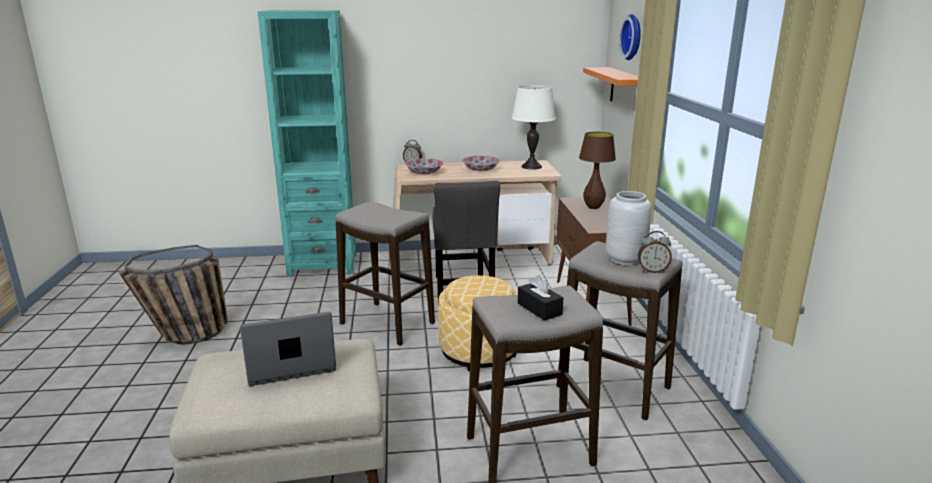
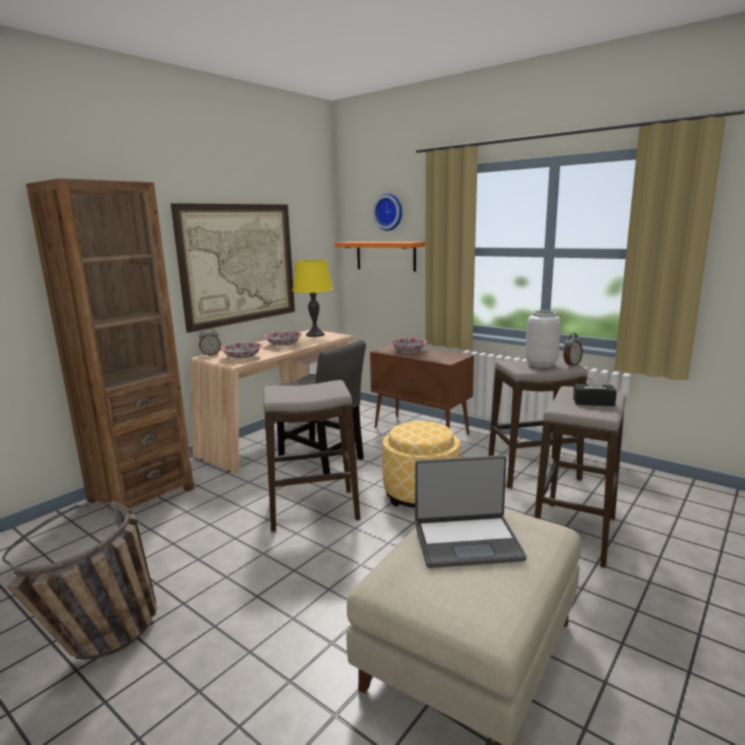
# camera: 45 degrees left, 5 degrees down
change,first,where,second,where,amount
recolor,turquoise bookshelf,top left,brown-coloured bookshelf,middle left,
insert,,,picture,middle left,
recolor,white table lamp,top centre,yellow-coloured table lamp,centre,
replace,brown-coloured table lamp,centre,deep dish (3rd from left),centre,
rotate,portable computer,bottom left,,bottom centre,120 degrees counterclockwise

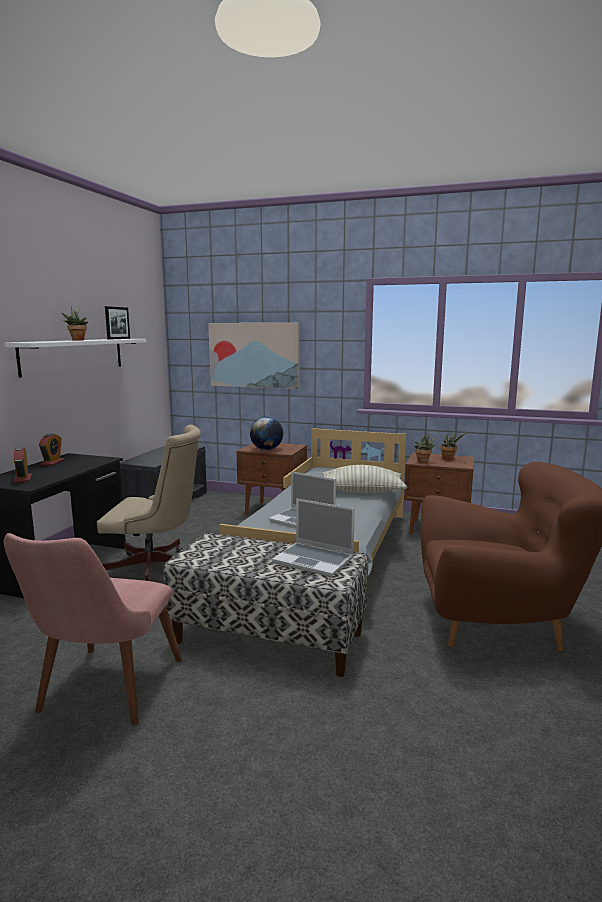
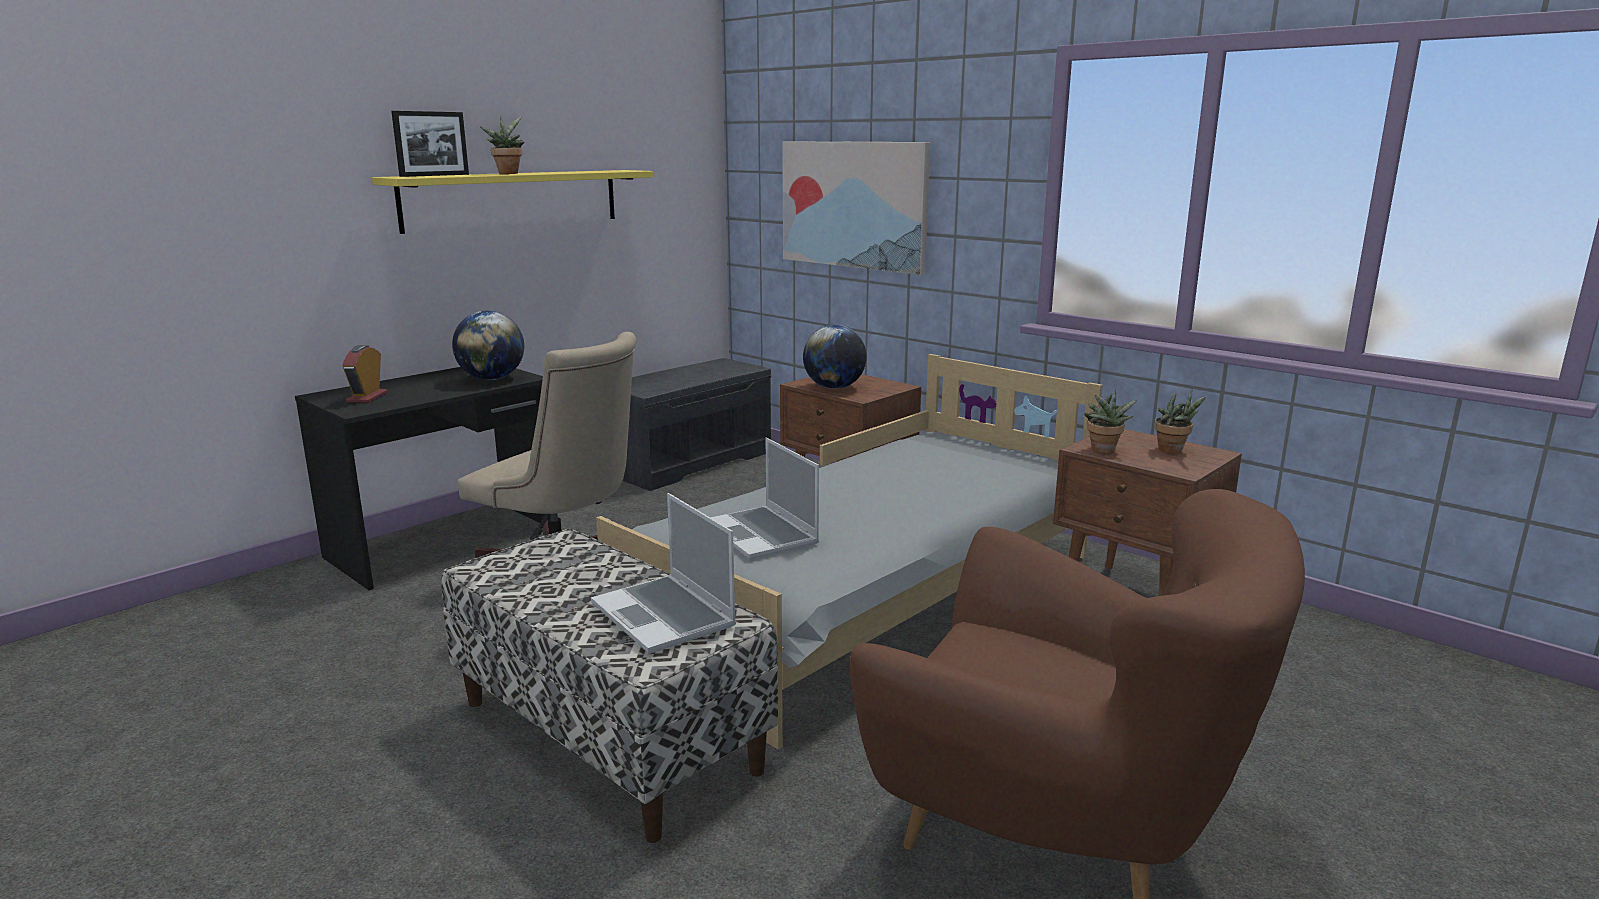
# camera: 25 degrees right, 5 degrees up
change,first,where,second,where,amount
recolor,white bracket shelf,middle left,yellow-coloured bracket shelf,top left,
move,picture frame,middle left,,top left,
insert,,,globe (1st from left),middle left,
delete,pink chair,bottom left,,,
delete,alarm clock (2nd from left),middle left,,,
delete,throw pillow,centre,,,

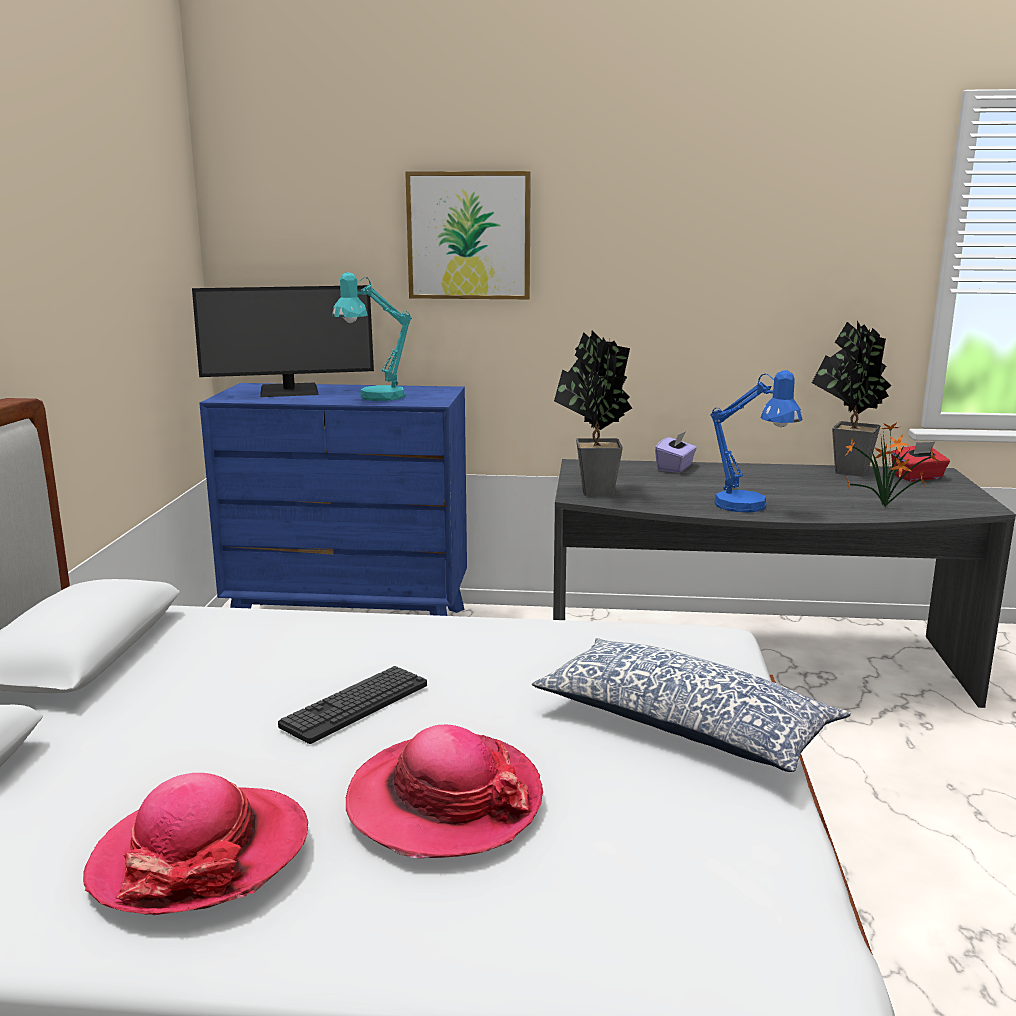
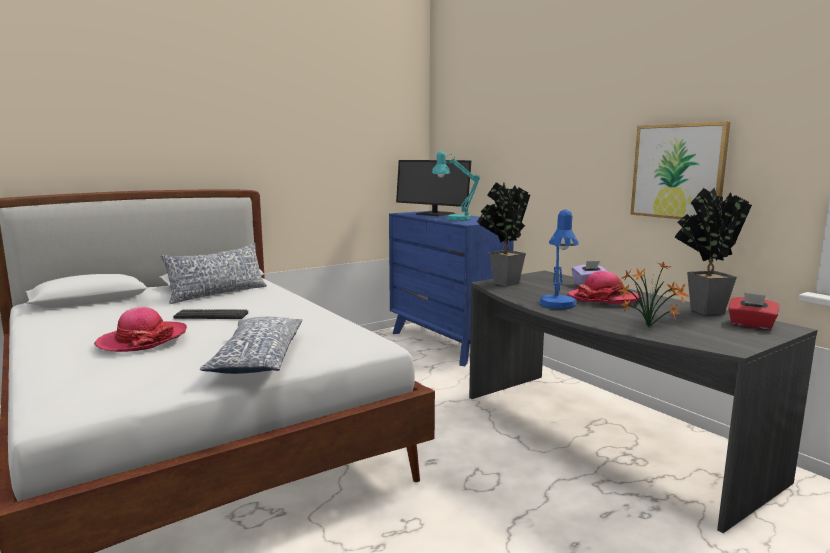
# camera: 50 degrees right, 5 degrees down
change,first,where,second,where,amount
insert,,,throw pillow (1st from left),middle left,
move,clothing hat (1st from left in the first image),bottom left,clothing hat (2nd from left),middle right,
move,picture,top centre,,top right,

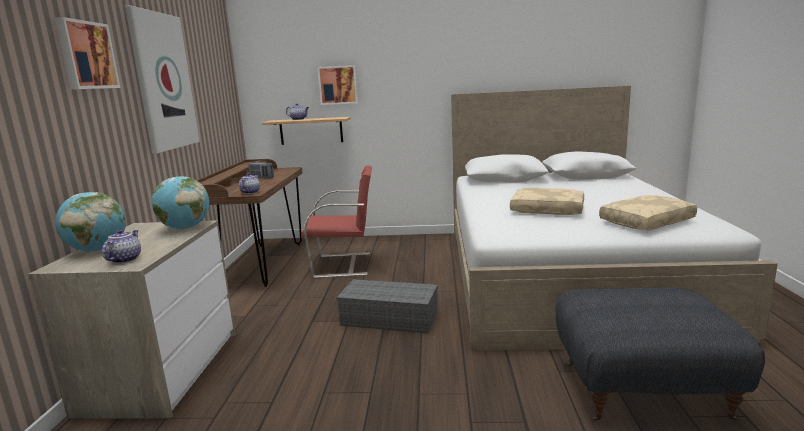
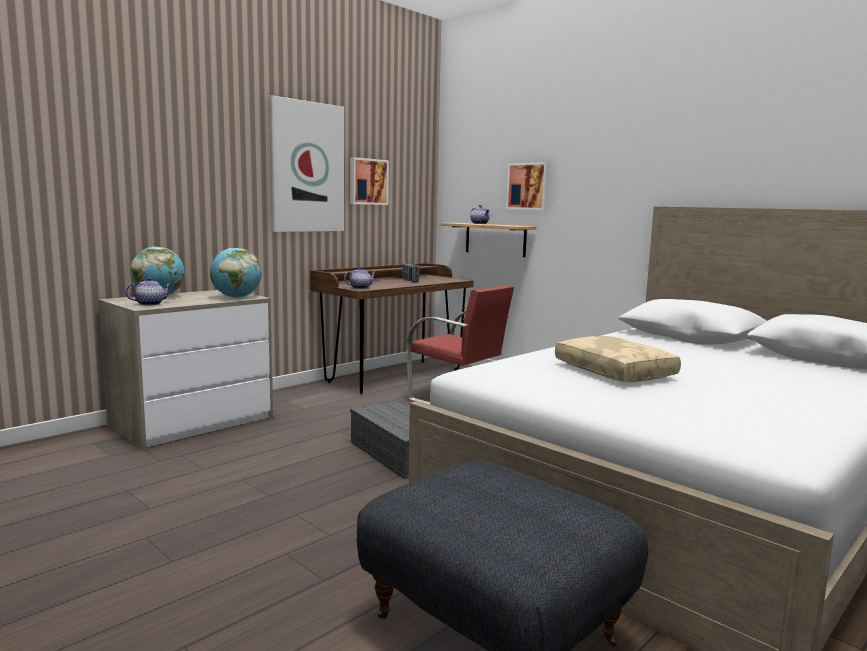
# camera: 40 degrees right, 5 degrees down
change,first,where,second,where,amount
move,picture (1st from left in the first image),top left,picture (2nd from left),top centre,
delete,beige-coloured throw pillow (2nd from left),middle right,,,

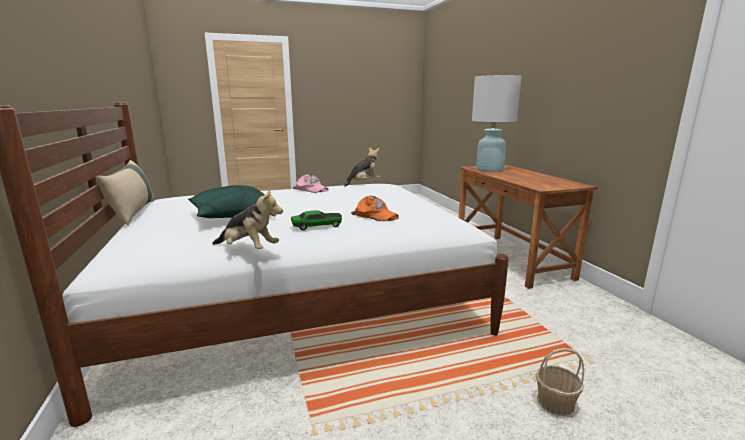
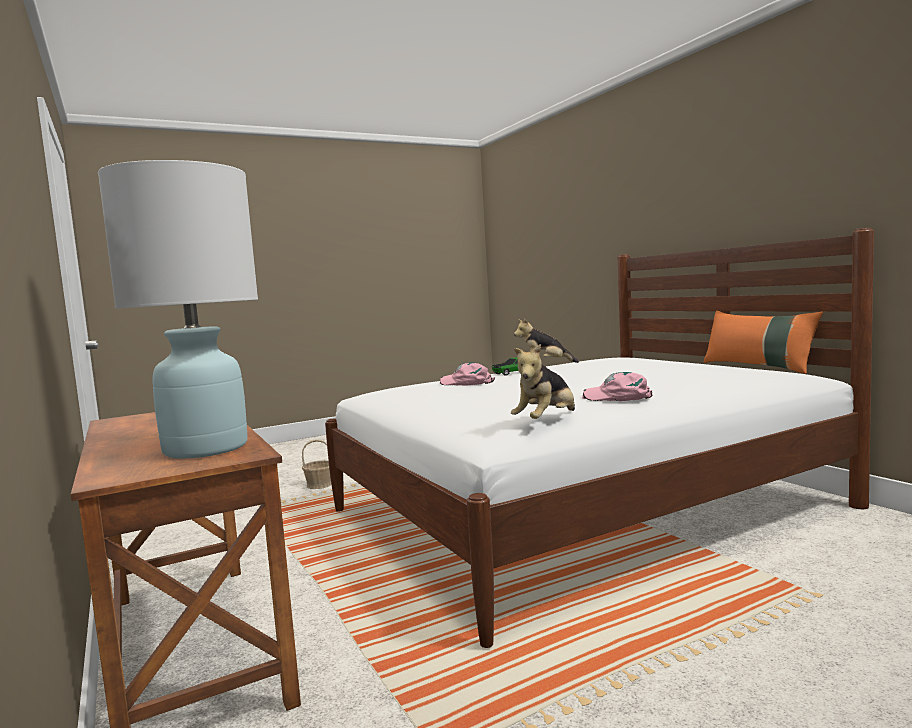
# camera: 170 degrees right, 10 degrees down
change,first,where,second,where,amount
recolor,orange cap,centre,pink cap (1st from left),centre,
recolor,beige-coloured throw pillow,middle left,orange throw pillow,middle right,
delete,green-coloured throw pillow,middle left,,,

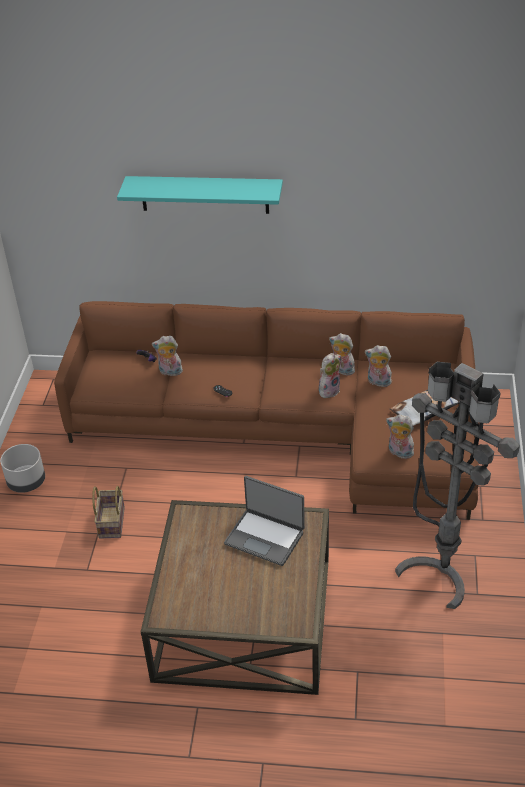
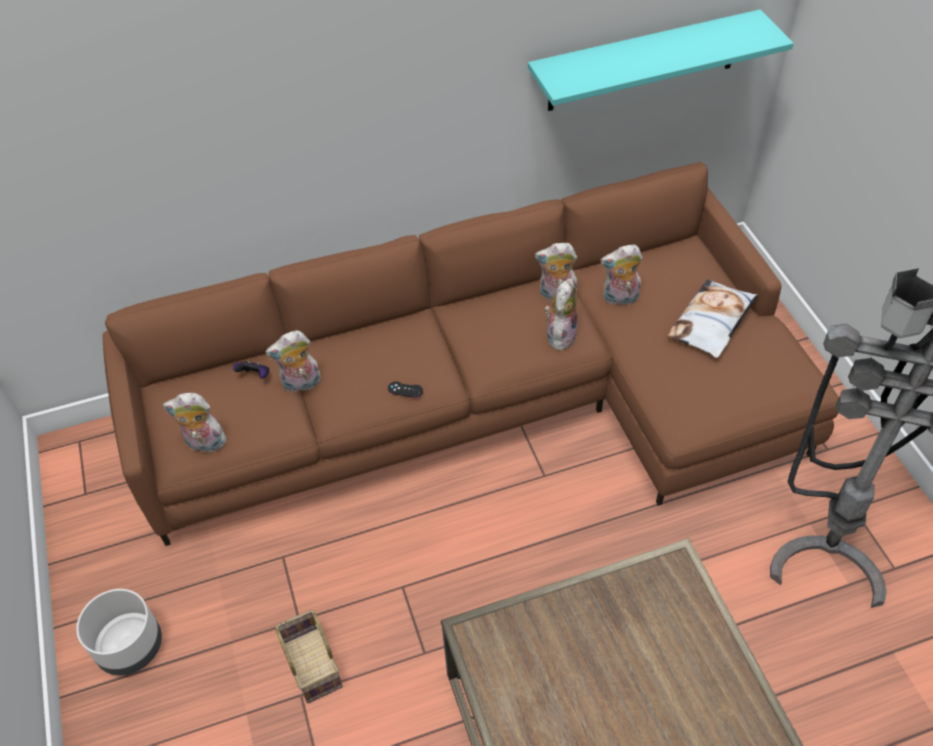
# camera: 25 degrees left, 10 degrees up
change,first,where,second,where,amount
move,soft toy (5th from left in the first image),middle right,soft toy (1st from left),middle left,
move,turquoise bracket shelf,top centre,,top right,
delete,portable computer,centre,,,

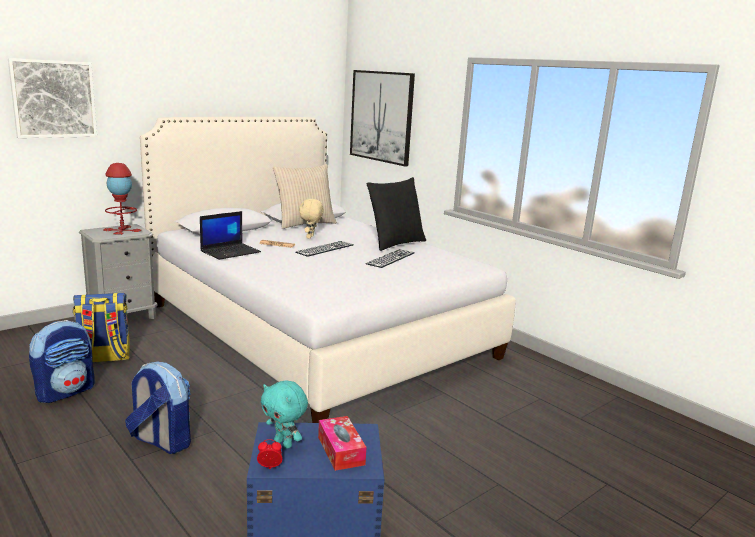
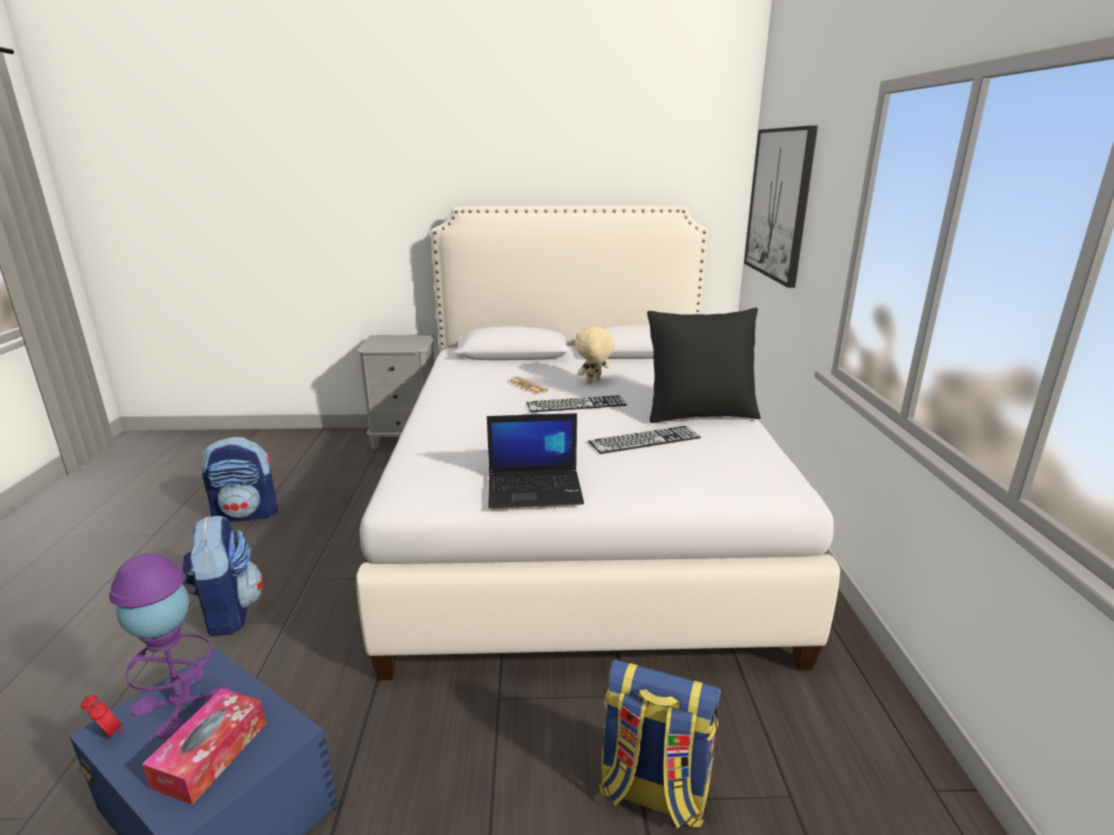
# camera: 40 degrees right, 5 degrees up
change,first,where,second,where,amount
replace,turquoise soft toy,bottom centre,purple-coloured table lamp,bottom left,
move,portable computer,middle left,,centre,
move,knapsack (2nd from left in the first image),middle left,knapsack (3rd from left),bottom centre,
delete,picture (1st from left),top left,,,
delete,red table lamp,middle left,,,
delete,beige-coloured throw pillow,centre,,,

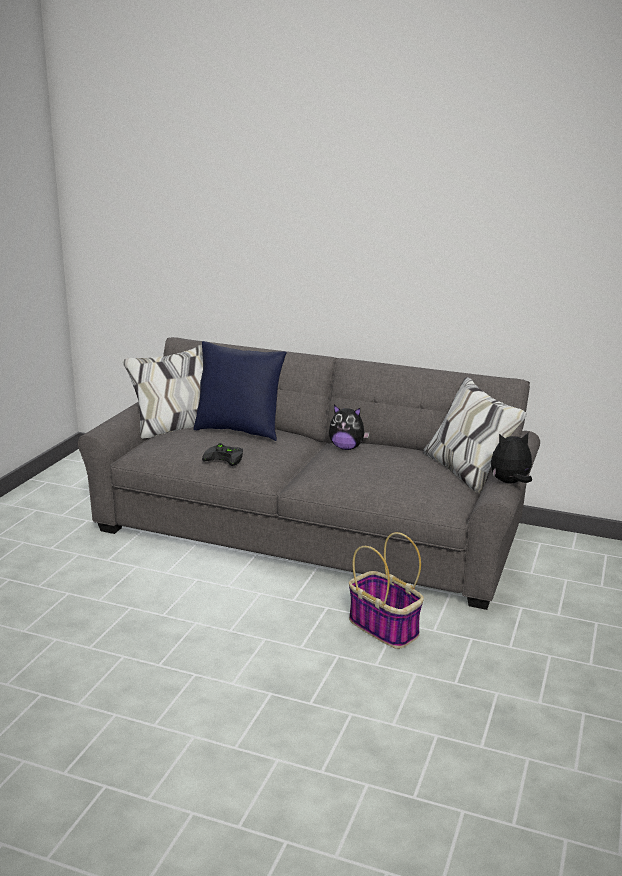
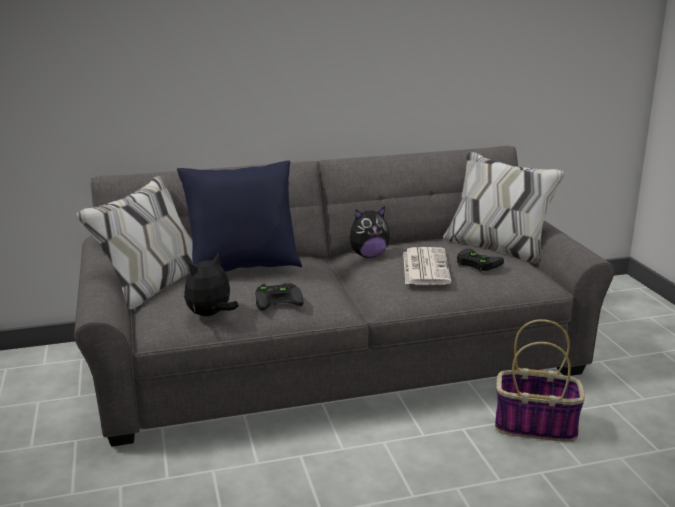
# camera: 35 degrees left, 0 degrees up
change,first,where,second,where,amount
move,soft toy (2nd from left in the first image),middle right,soft toy (1st from left),middle left,
insert,,,printed paper,centre,
insert,,,black-coloured gamepad (2nd from left),middle right,

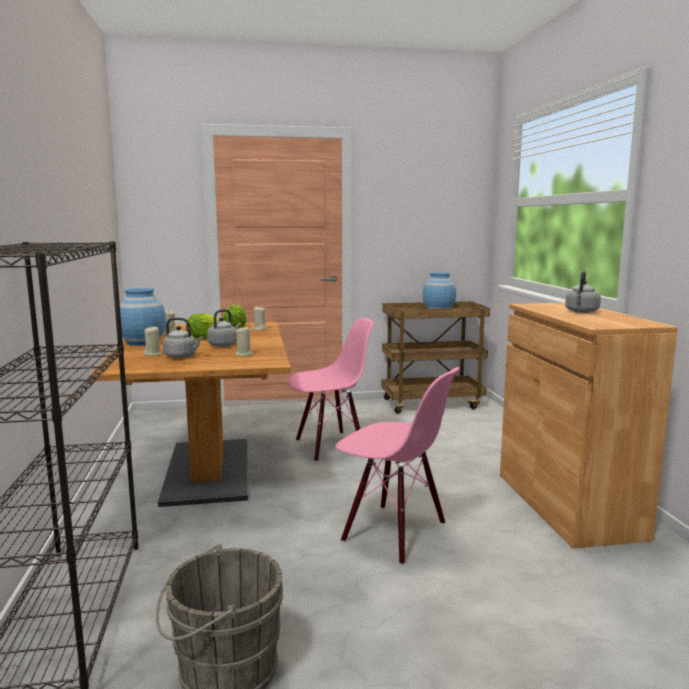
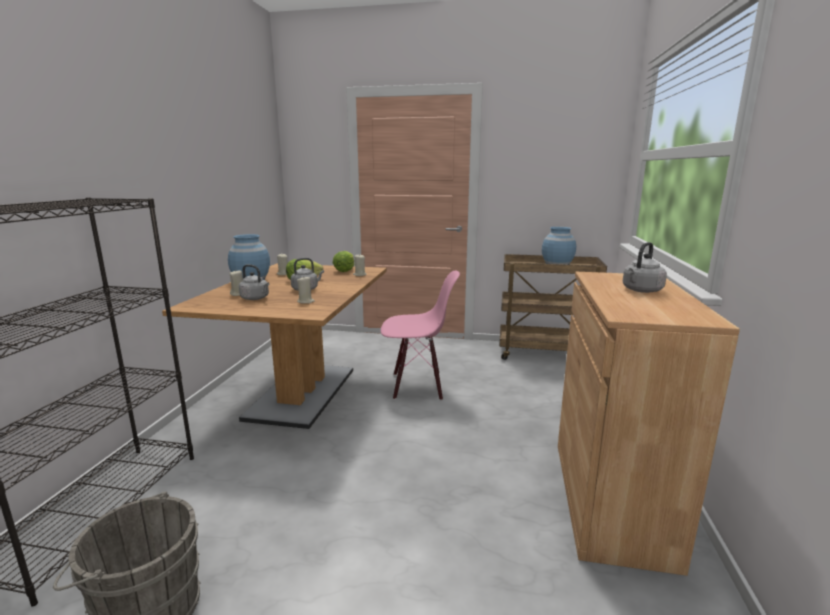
# camera: 20 degrees right, 5 degrees up
change,first,where,second,where,amount
delete,pink chair (2nd from left),bottom centre,,,

